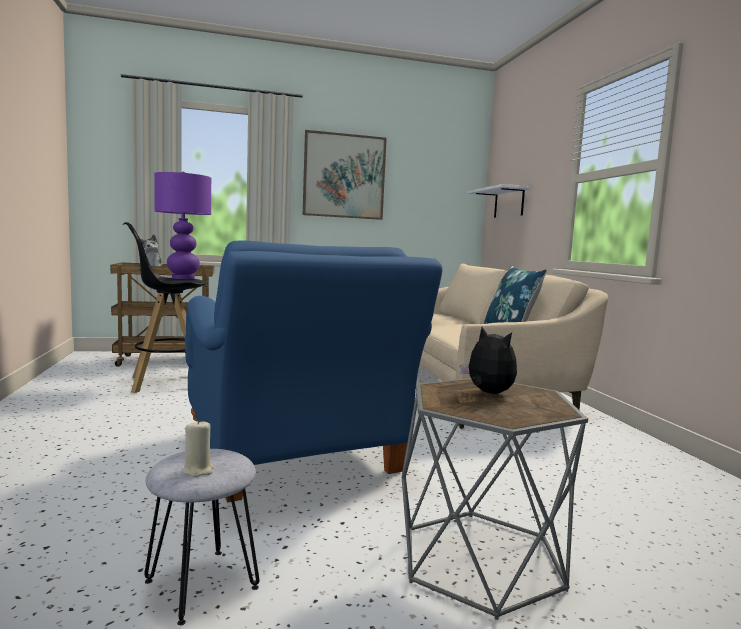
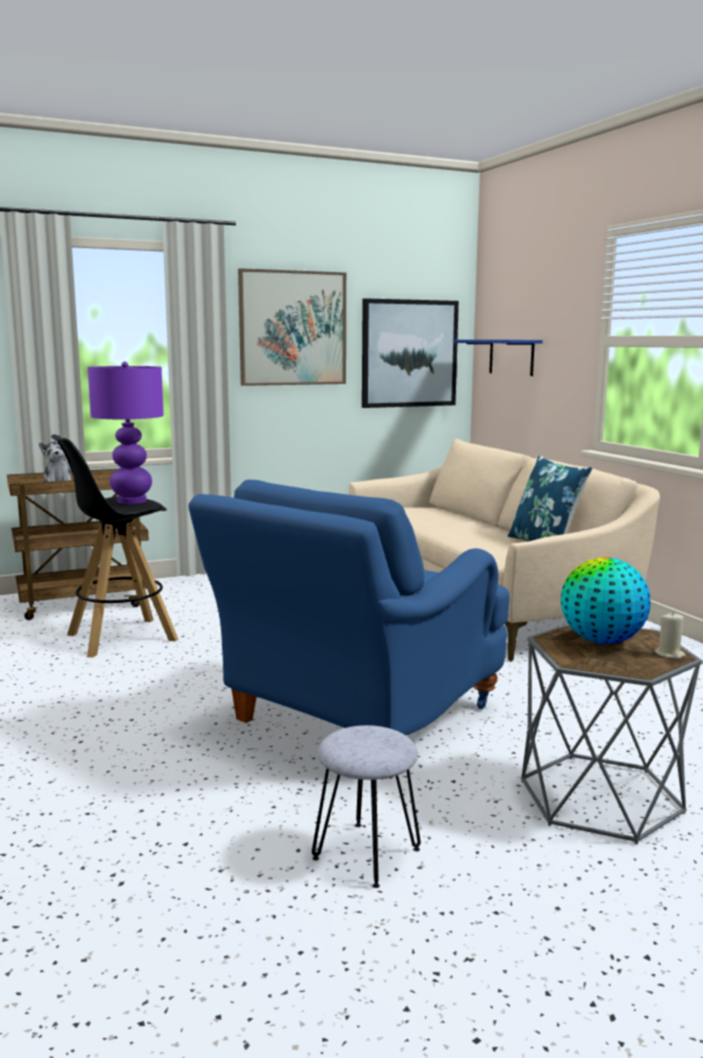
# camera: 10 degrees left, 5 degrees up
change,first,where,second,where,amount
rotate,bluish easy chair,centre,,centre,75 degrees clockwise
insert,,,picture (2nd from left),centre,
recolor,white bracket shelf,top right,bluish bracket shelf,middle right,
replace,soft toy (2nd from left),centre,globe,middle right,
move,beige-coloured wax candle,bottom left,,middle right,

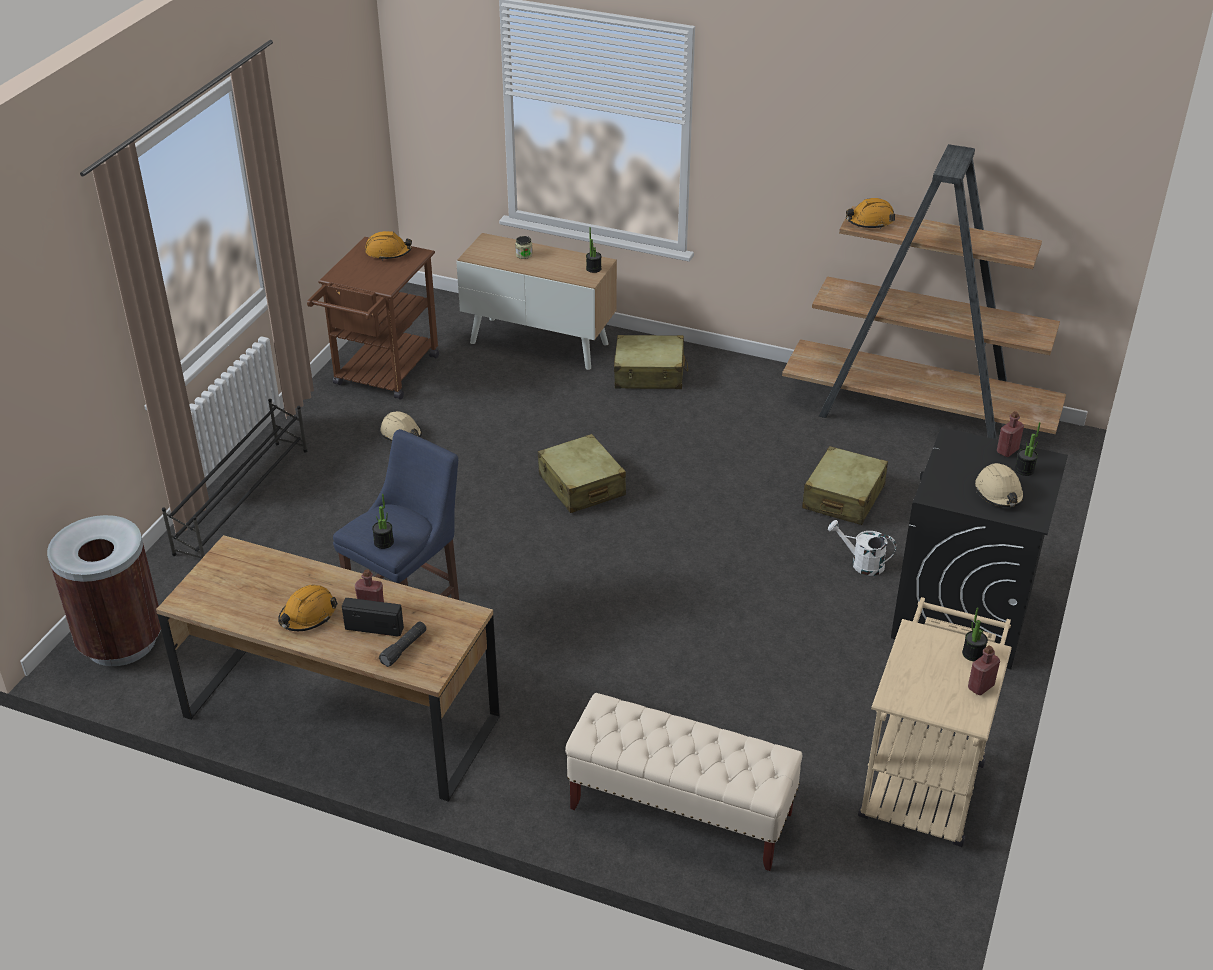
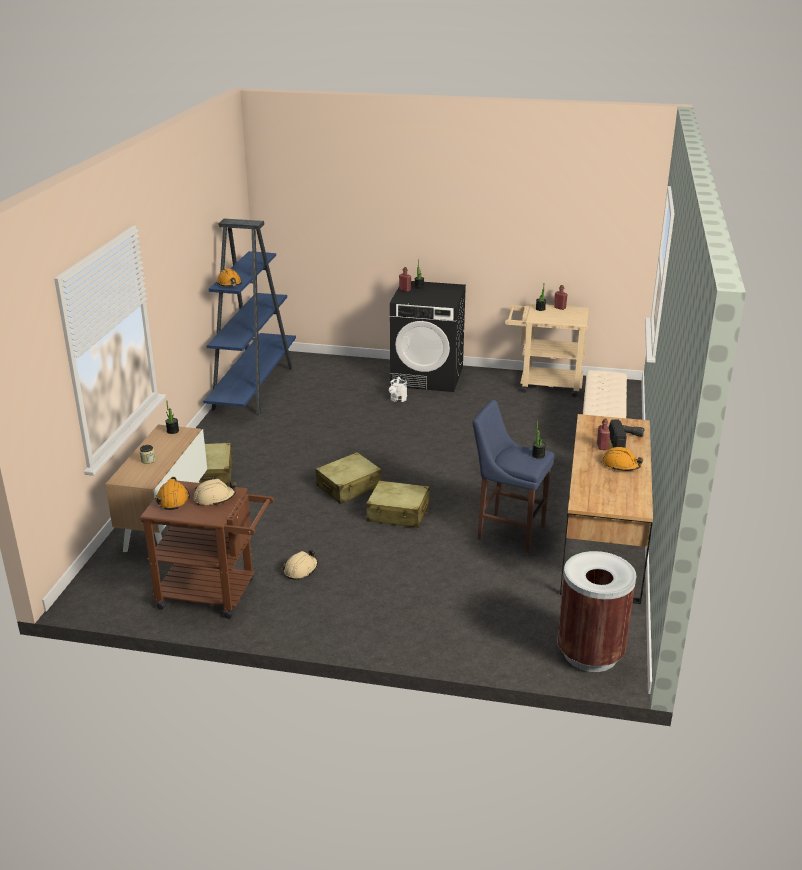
# camera: 100 degrees left, 10 degrees down
change,first,where,second,where,amount
move,beige-coloured safety helmet (2nd from left in the first image),middle right,beige-coloured safety helmet (1st from left),middle left,
recolor,brown-coloured bookshelf,top right,bluish bookshelf,middle left,
move,beige-coloured suitcase (3rd from left),middle right,,centre,
delete,black-coloured shoe shelf,middle left,,,

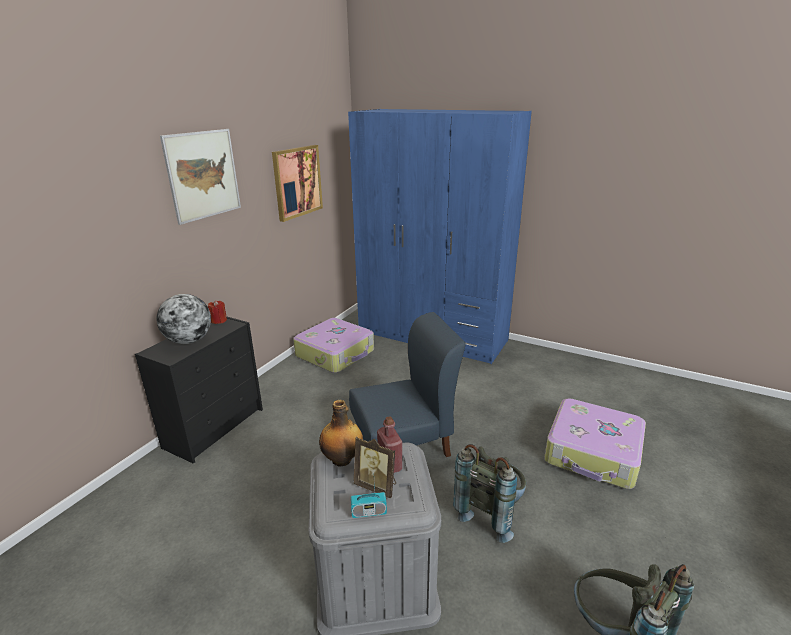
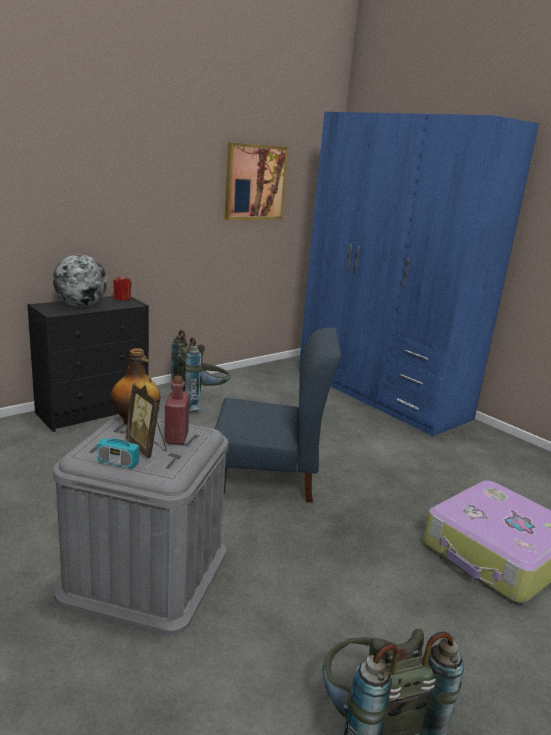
# camera: 20 degrees right, 5 degrees down
change,first,where,second,where,amount
move,gray knapsack (1st from left),bottom centre,,centre,
delete,picture (1st from left),top left,,,
delete,suitcase (1st from left),centre,,,

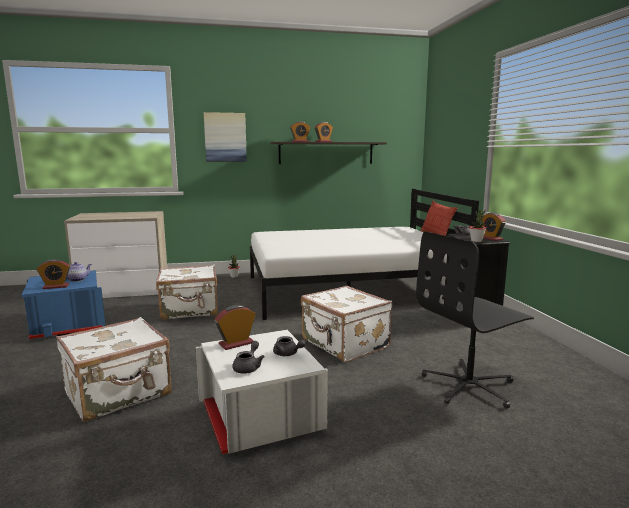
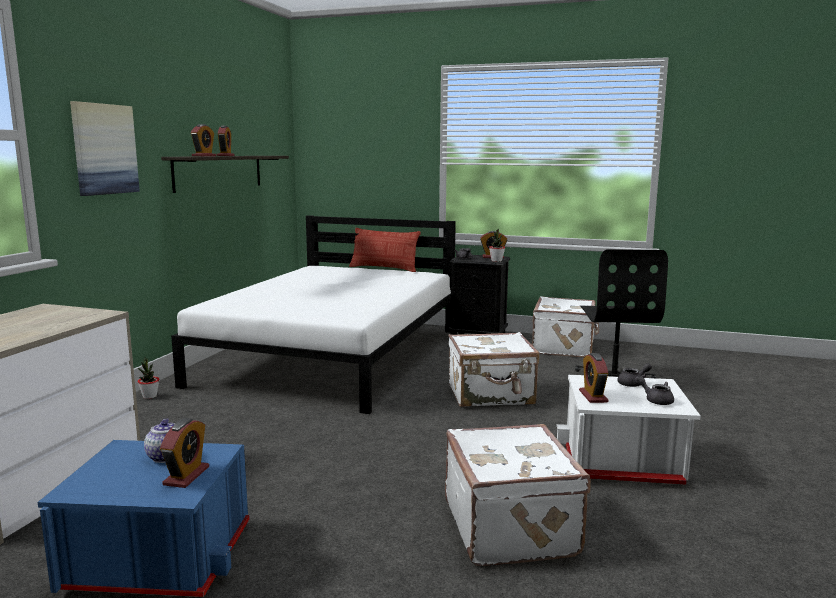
# camera: 60 degrees left, 0 degrees up
change,first,where,second,where,amount
move,white suitcase (2nd from left in the first image),middle left,white suitcase (3rd from left),middle right,

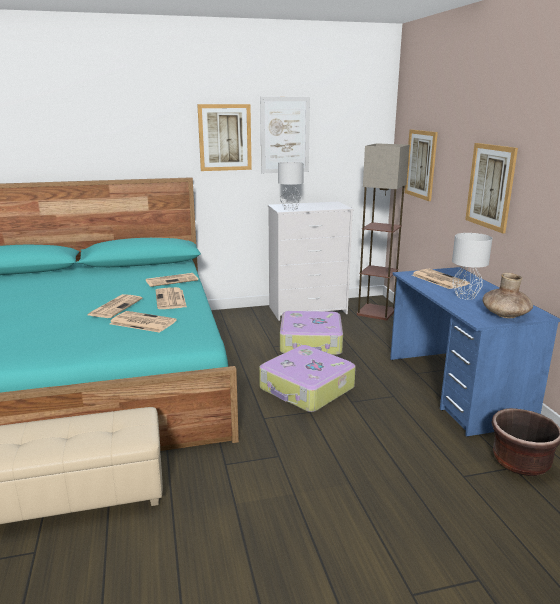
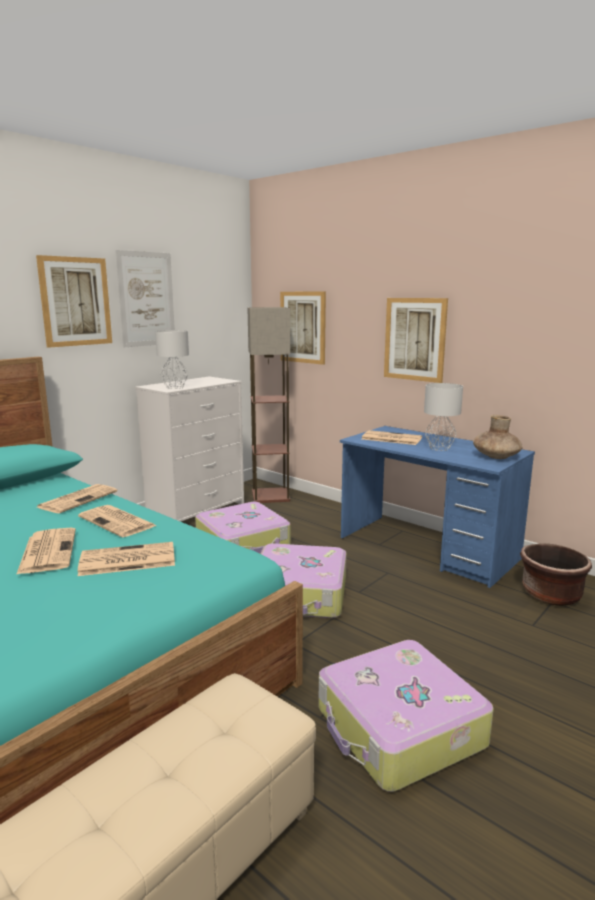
# camera: 35 degrees left, 5 degrees down
change,first,where,second,where,amount
insert,,,suitcase (3rd from left),bottom right,

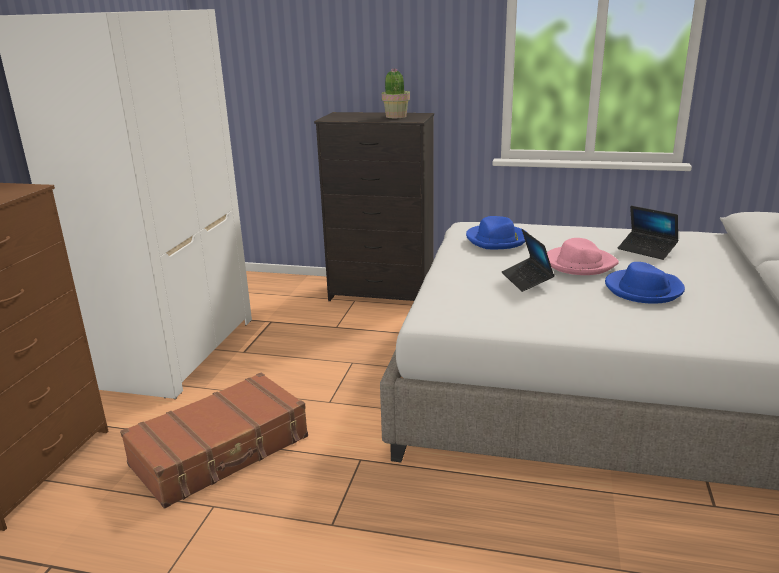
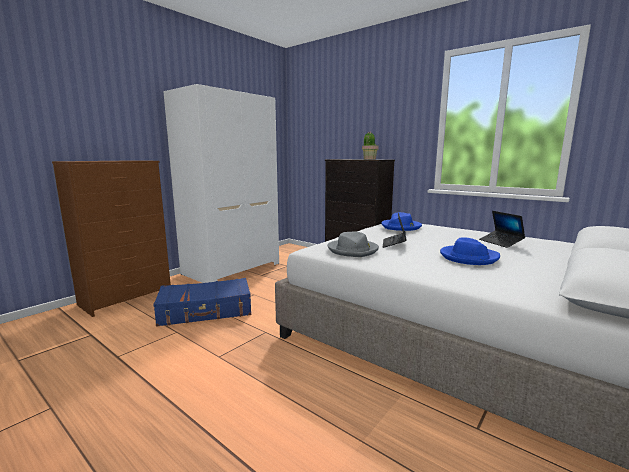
# camera: 25 degrees right, 10 degrees down
change,first,where,second,where,amount
recolor,brown-coloured suitcase,bottom left,bluish suitcase,middle left,
insert,,,gray clothing hat,centre,
delete,pink clothing hat,middle right,,,

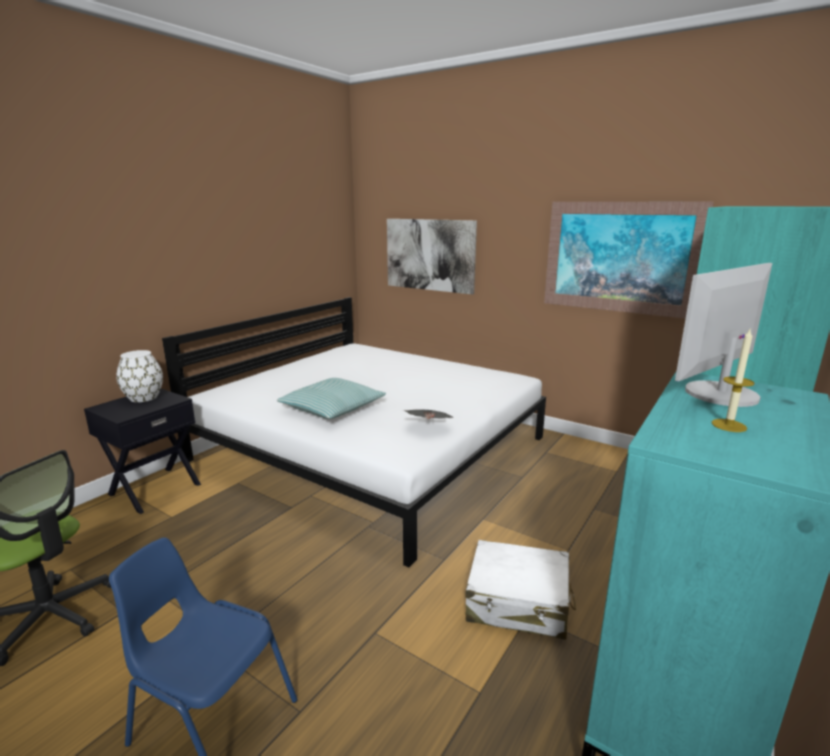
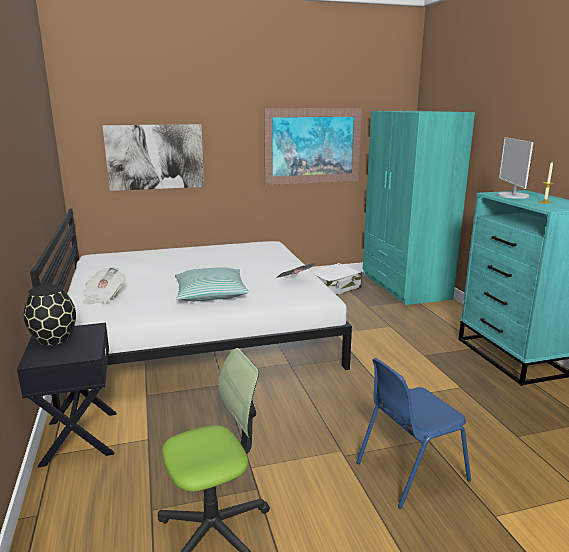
# camera: 50 degrees left, 0 degrees up
change,first,where,second,where,amount
recolor,white vase,middle left,black-coloured vase,middle left,
insert,,,printed paper (1st from left),middle left,
move,white suitcase,bottom centre,,centre,

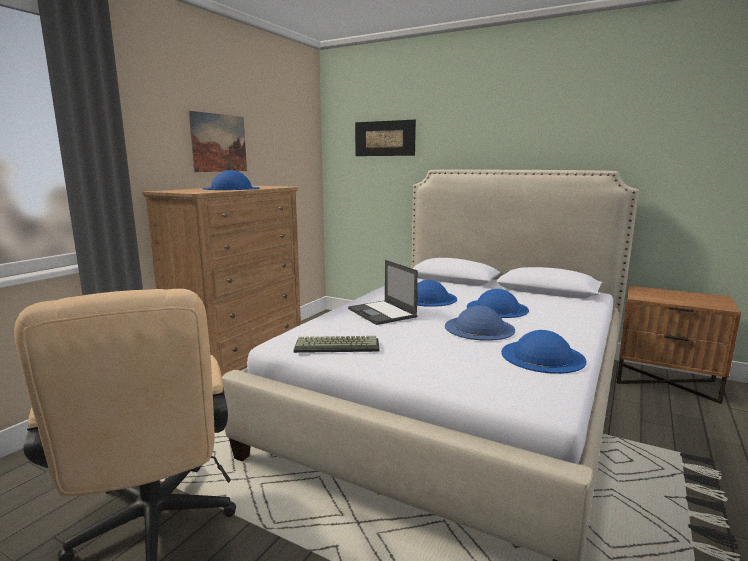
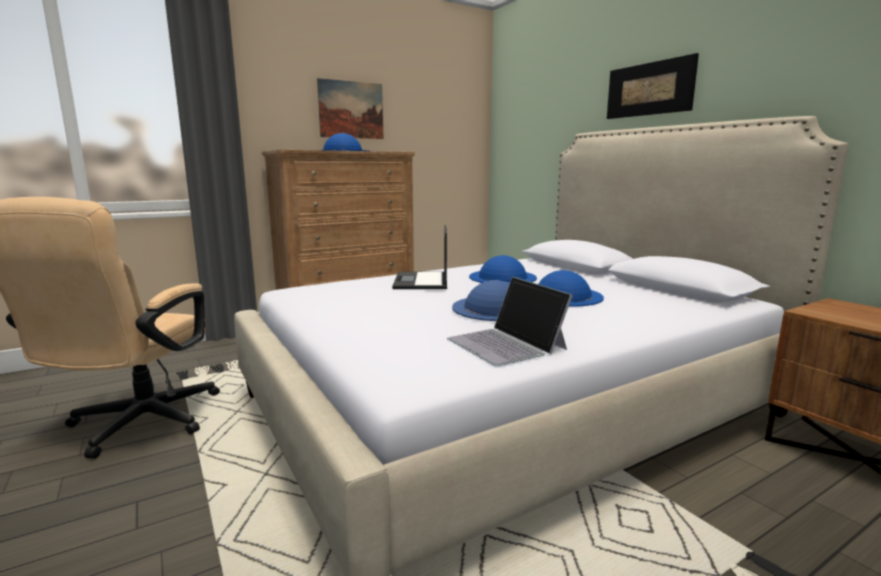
# camera: 30 degrees right, 0 degrees up
change,first,where,second,where,amount
replace,bluish clothing hat (5th from left),middle right,portable computer (2nd from left),centre,
move,picture (2nd from left),top centre,,top right,
delete,keyboard,centre,,,

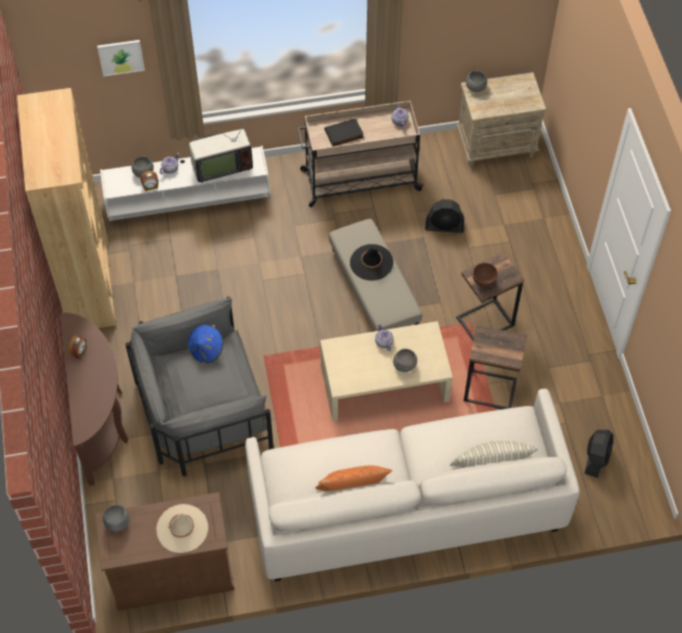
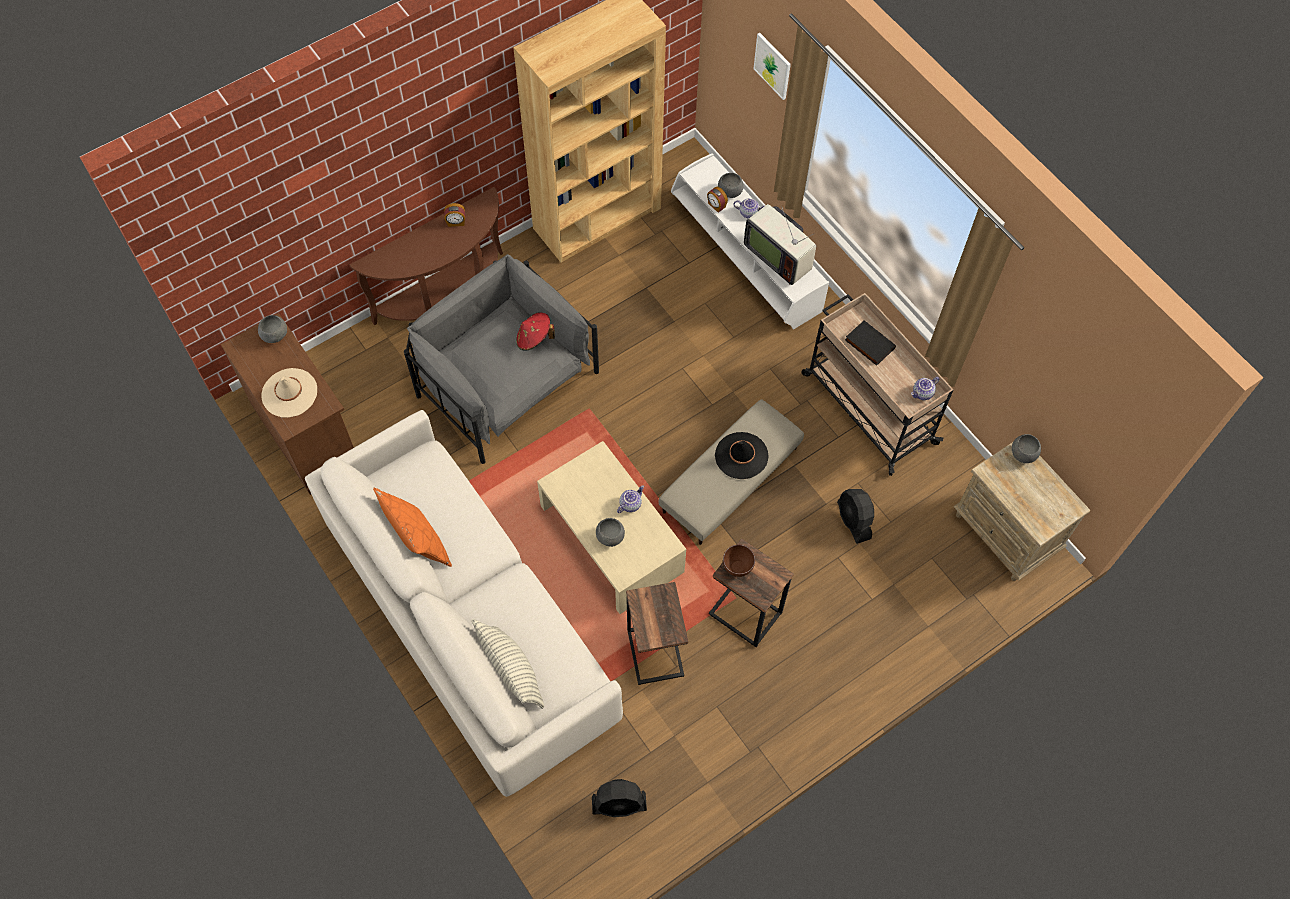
# camera: 65 degrees right, 5 degrees up
change,first,where,second,where,amount
recolor,bluish clothing hat,middle left,red clothing hat,centre,

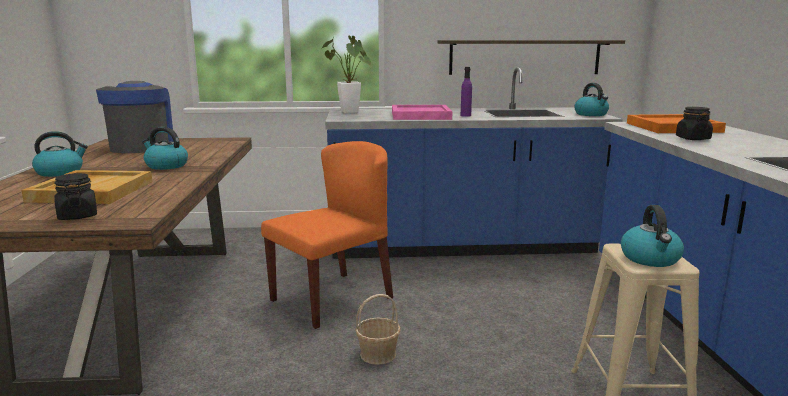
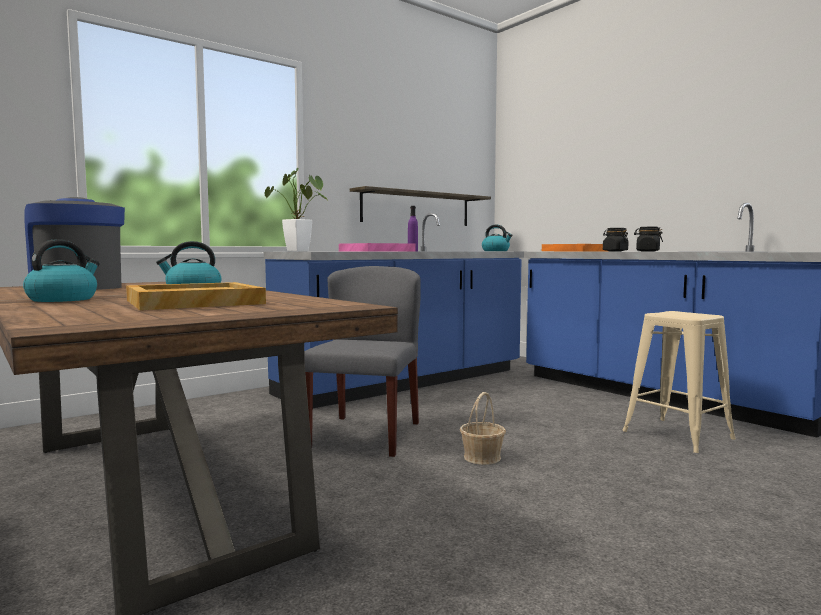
# camera: 35 degrees left, 10 degrees down
change,first,where,second,where,amount
recolor,orange chair,centre,gray chair,centre,
move,black-coloured jar (1st from left in the first image),middle left,black-coloured jar (2nd from left),middle right,
delete,kettle (4th from left),middle right,,,

